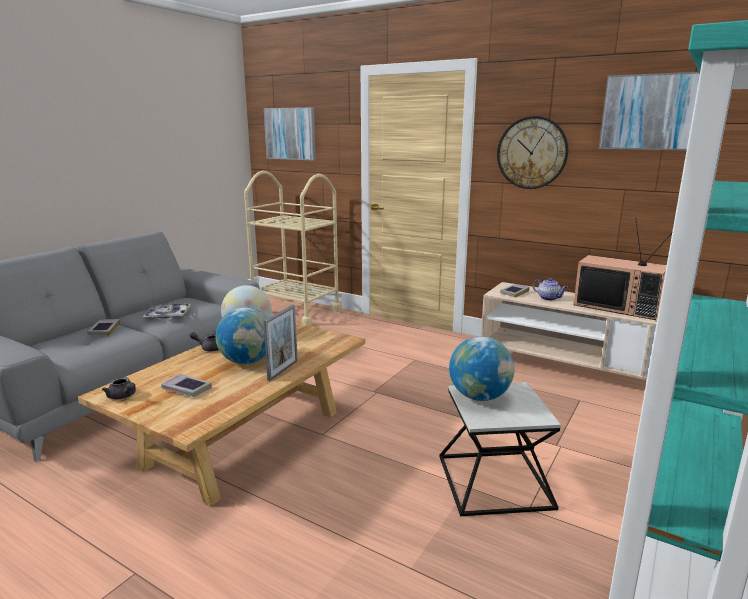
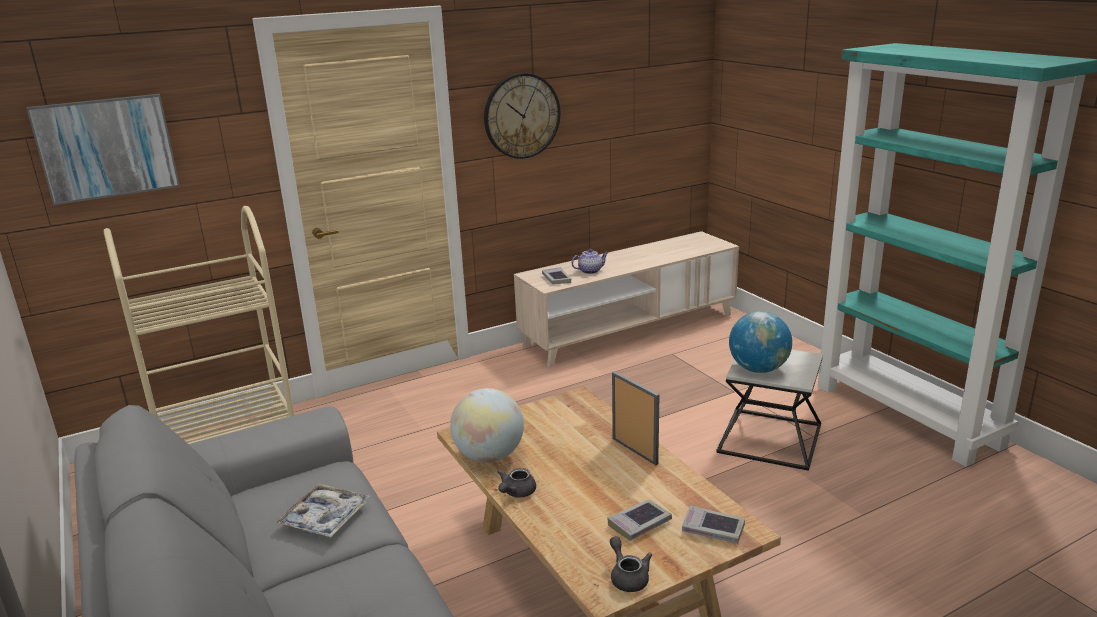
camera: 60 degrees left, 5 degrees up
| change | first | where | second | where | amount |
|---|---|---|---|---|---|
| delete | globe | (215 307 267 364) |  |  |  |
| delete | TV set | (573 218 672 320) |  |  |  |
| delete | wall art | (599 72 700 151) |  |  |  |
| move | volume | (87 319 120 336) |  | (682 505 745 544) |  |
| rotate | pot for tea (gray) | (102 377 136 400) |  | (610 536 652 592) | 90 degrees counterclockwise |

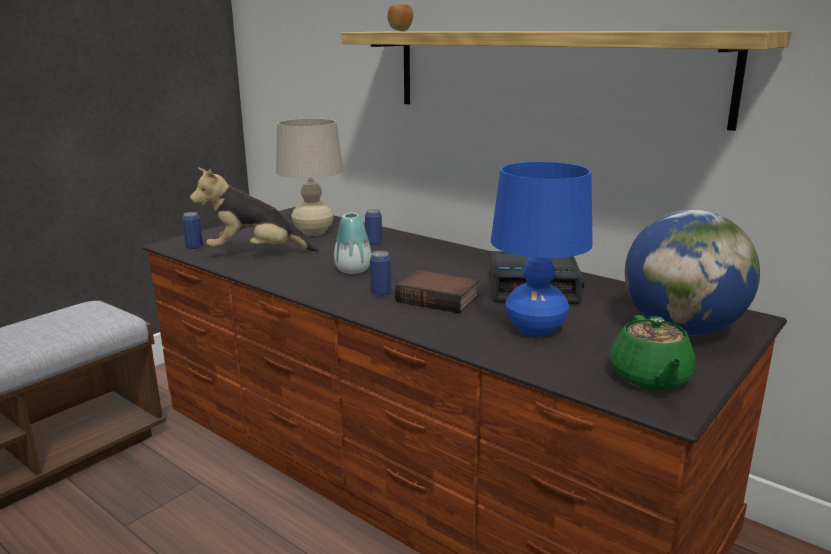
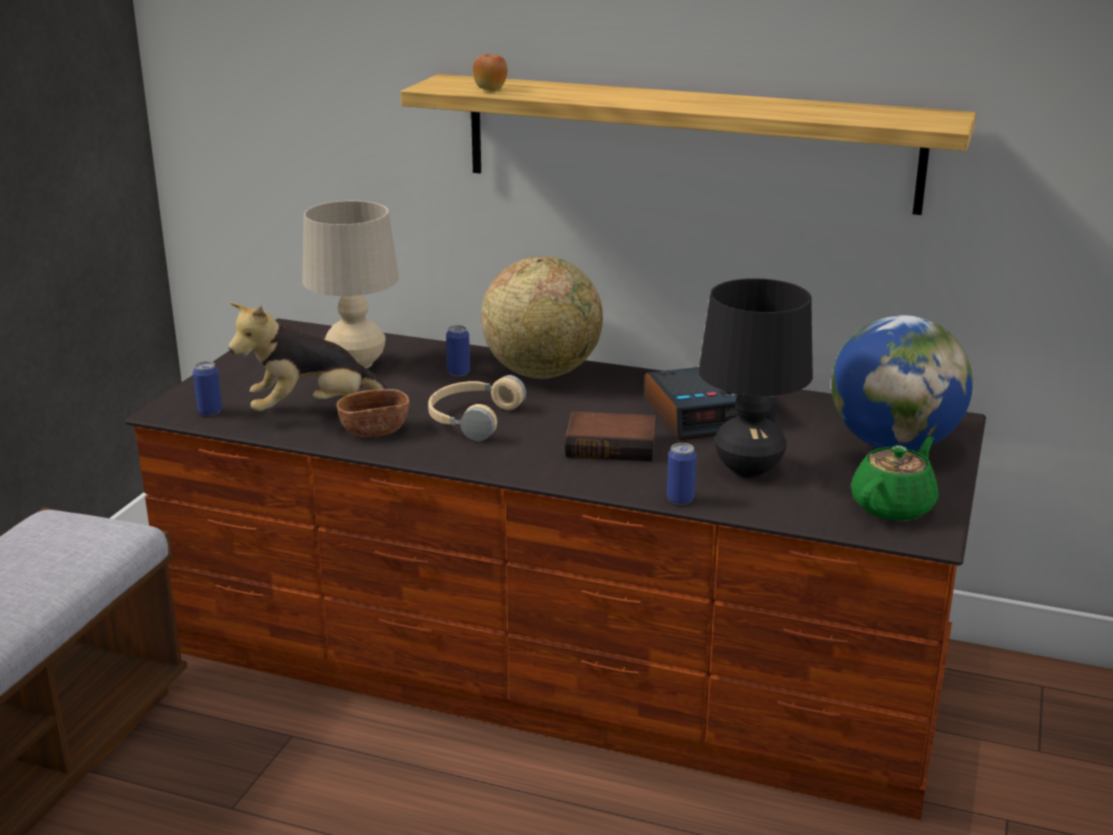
camera: 20 degrees left, 5 degrees up
| change | first | where | second | where | amount |
|---|---|---|---|---|---|
| insert |  |  | serving bowl (brown-coloured) | (337 389 409 437) |  |
| insert |  |  | globe | (481 256 603 379) |  |
| move | sealed can | (370 251 391 296) |  | (667 443 696 505) |  |
| replace | vase | (334 213 372 274) | headphones (beige-coloured) | (428 375 526 441) |  |
| recolor | tabletop lamp (blue) | (491 162 593 337) | tabletop lamp (blackish) | (699 278 813 478) |  |
| rotate | pot for tea (green) | (610 315 696 390) |  | (851 436 938 521) | 120 degrees counterclockwise |

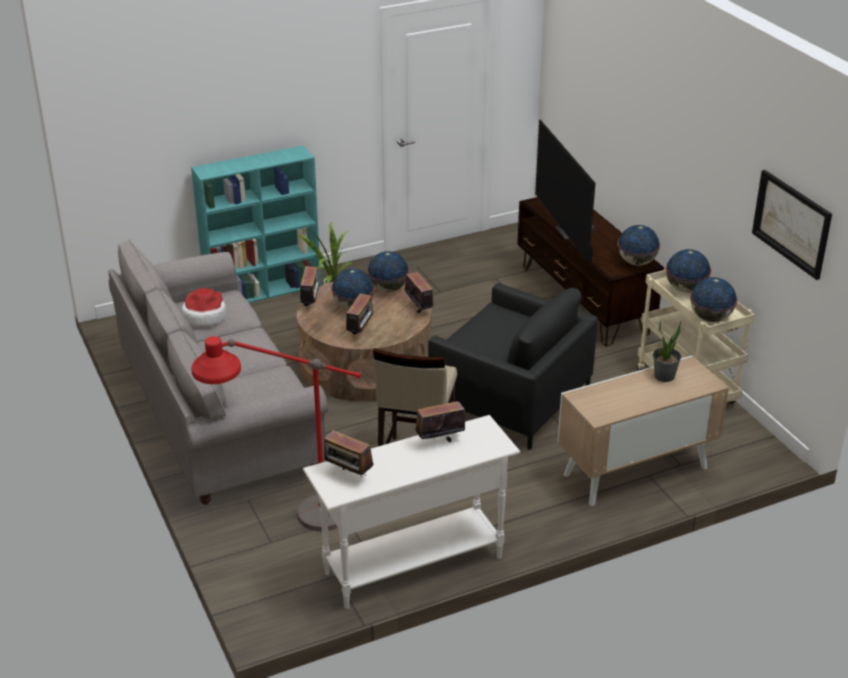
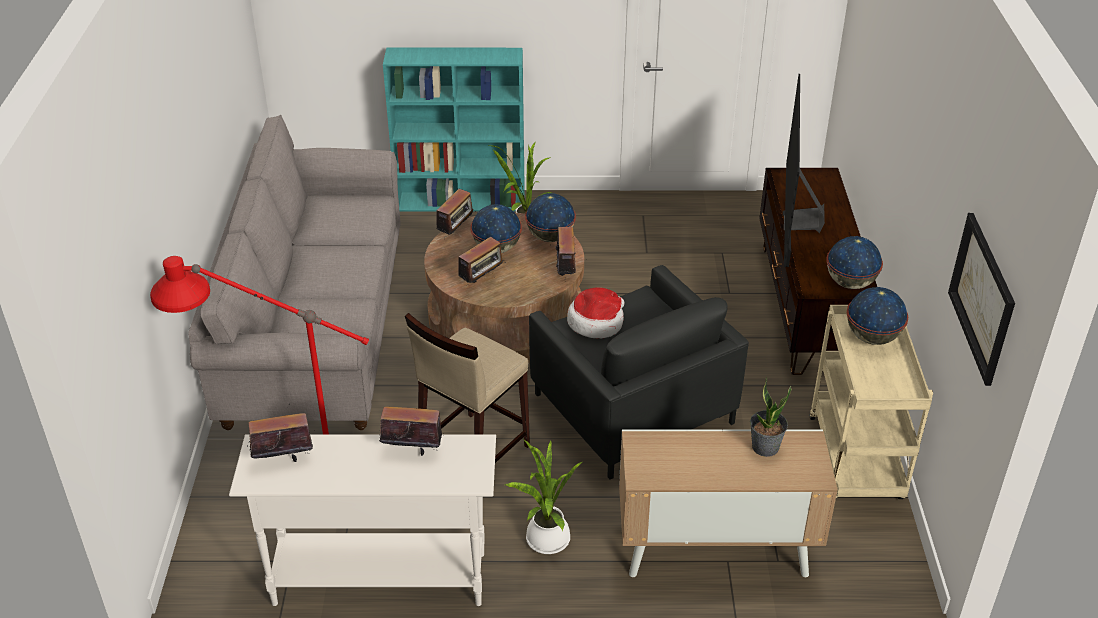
camera: 25 degrees right, 5 degrees up
| change | first | where | second | where | amount |
|---|---|---|---|---|---|
| delete | globe | (690 277 738 322) |  |  |  |
| insert |  |  | plant in a pot | (505 440 582 554) |  |
| move | hat | (181 288 226 326) |  | (567 287 624 338) |  |
| rotate | radio set | (324 430 374 475) |  | (247 404 313 463) | 105 degrees clockwise |

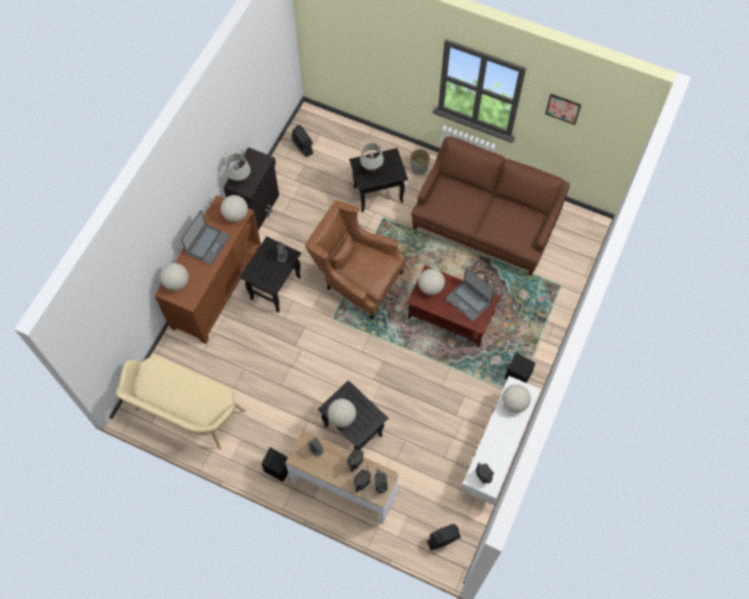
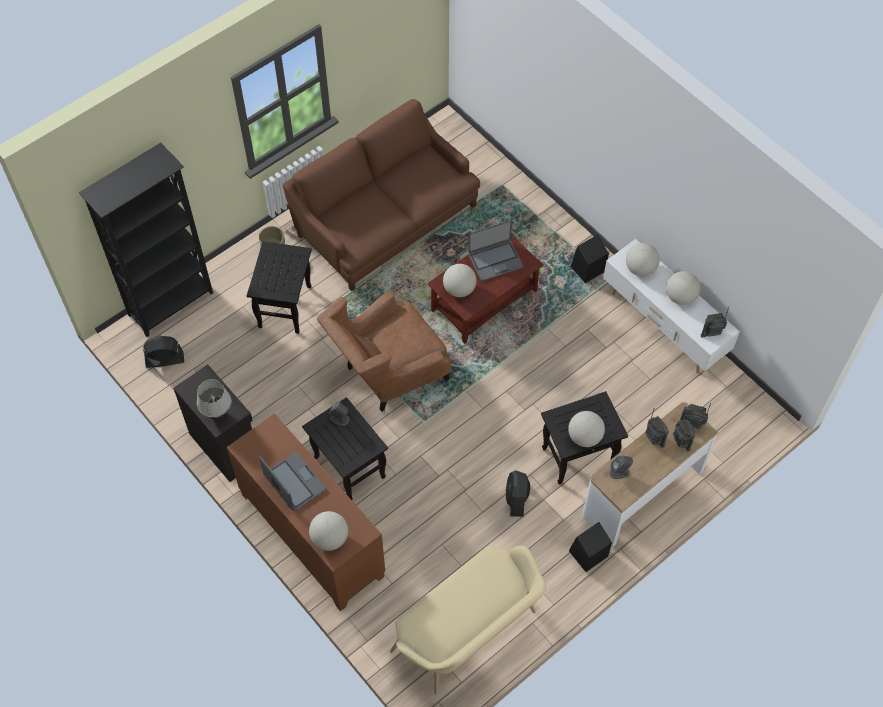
camera: 65 degrees left, 5 degrees down
| change | first | where | second | where | amount |
|---|---|---|---|---|---|
| delete | tabletop lamp (white-coloured) | (360 143 384 173) |  |  |  |
| delete | wall art | (545 94 581 125) |  |  |  |
| insert |  |  | shelving unit (blackish) | (79 143 213 337) |  |
| move | globe | (221 195 248 222) |  | (666 271 700 305) |  |
| move | fan (blackish) | (427 524 461 551) |  | (506 470 530 517) |  |

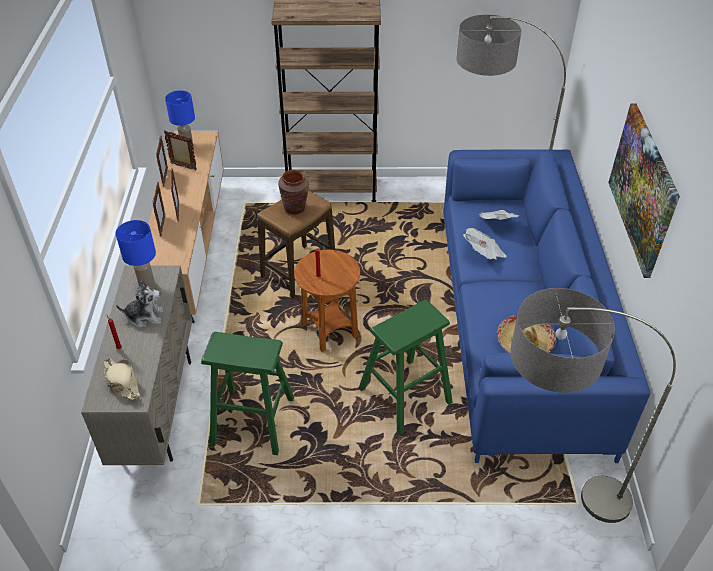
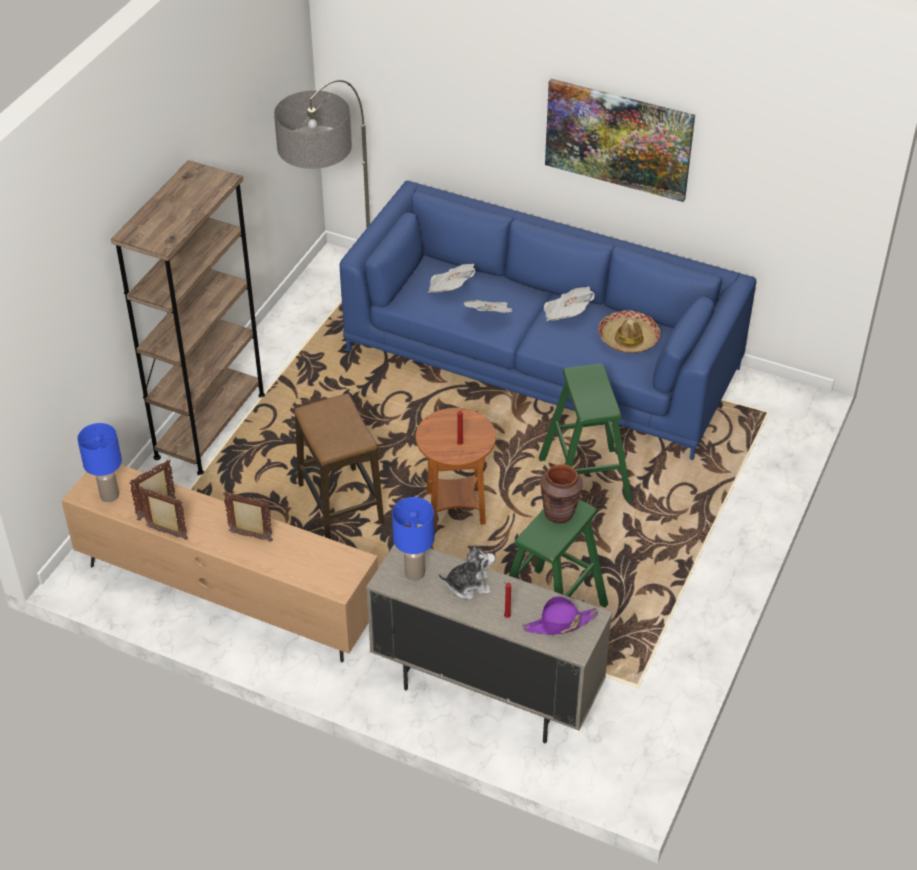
camera: 65 degrees left, 0 degrees up
| change | first | where | second | where | amount |
|---|---|---|---|---|---|
| delete | photo frame | (153 182 165 236) |  |  |  |
| delete | standard lamp | (510 288 676 523) |  |  |  |
| insert |  |  | daily paper | (544 287 595 321) |  |
| move | vase (brown-coloured) | (278 170 309 214) |  | (540 464 583 524) |  |
| recolor | hat (beige-coloured) | (104 358 140 400) | hat (purple) | (522 596 598 635) |  |
| rotate | cuddly toy | (116 281 163 328) |  | (438 543 495 599) | 60 degrees clockwise |

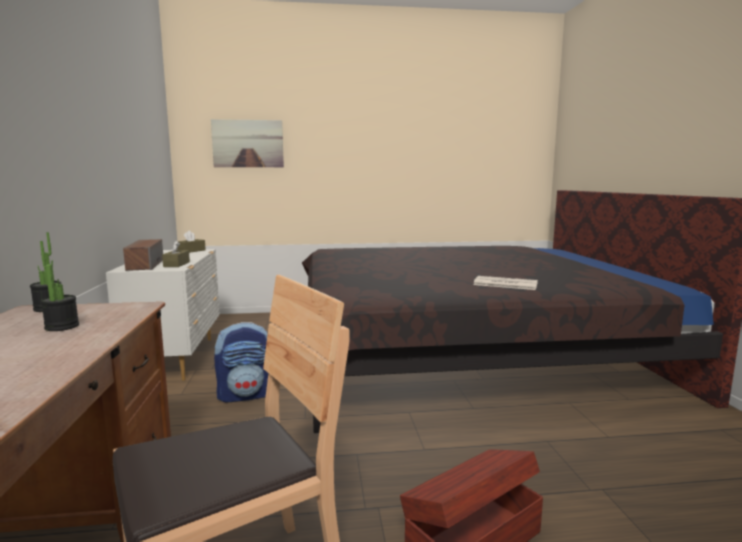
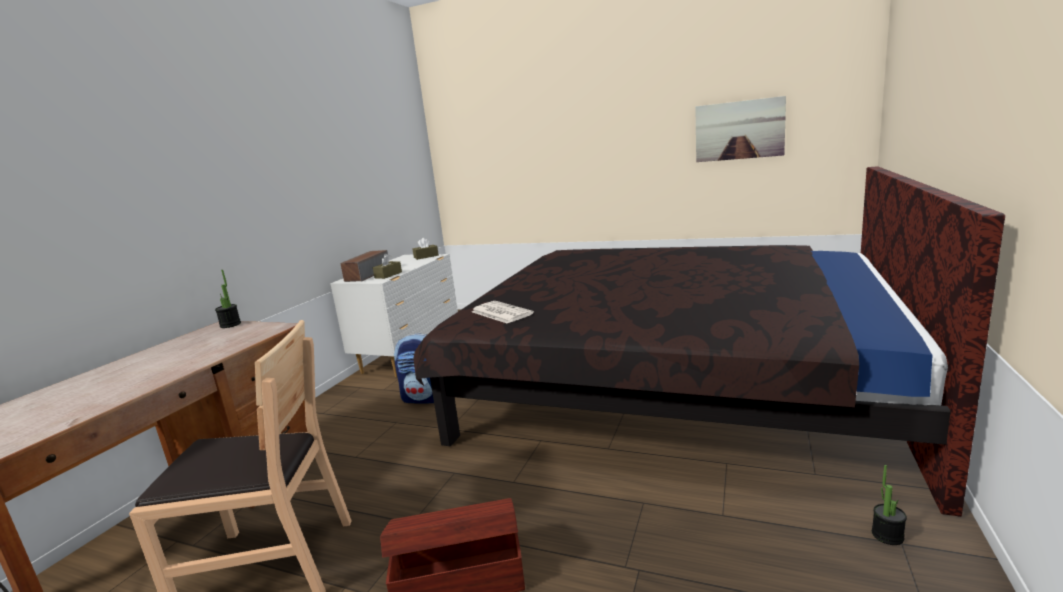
camera: 30 degrees right, 5 degrees up
| change | first | where | second | where | amount |
|---|---|---|---|---|---|
| move | plant in a pot | (40 241 79 331) |  | (872 465 907 545) |  |
| move | wall art | (211 119 284 167) |  | (695 96 786 162) |  |
| move | daily paper | (473 276 538 290) |  | (472 301 534 324) |  |

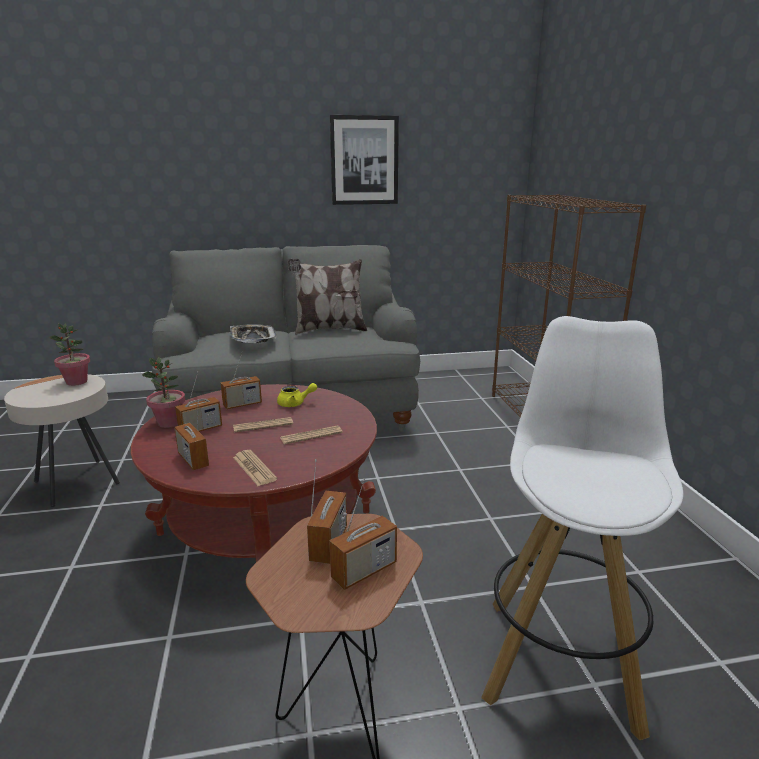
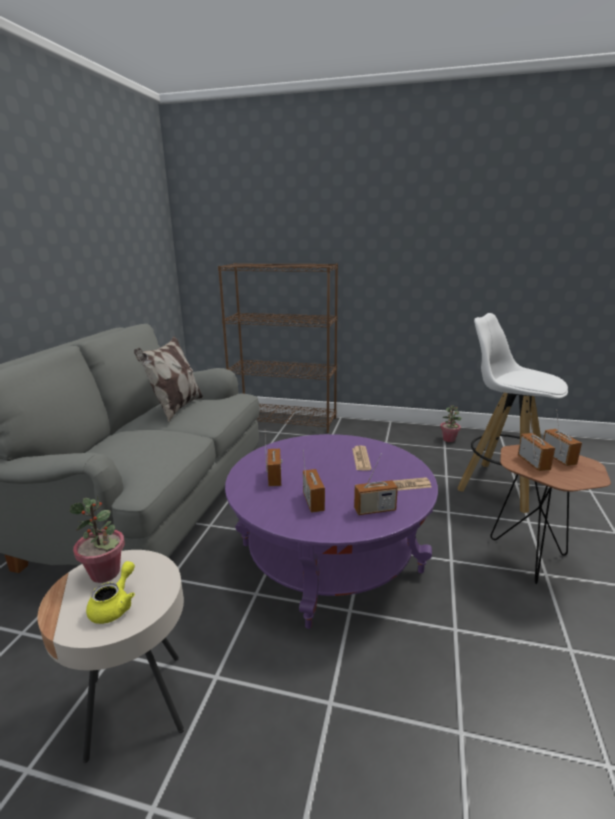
camera: 65 degrees left, 0 degrees up
| change | first | where | second | where | amount |
|---|---|---|---|---|---|
| delete | serving tray | (230 324 276 343) |  |  |  |
| delete | daily paper | (233 417 293 433) |  |  |  |
| delete | wall art | (330 115 399 205) |  |  |  |
| move | plant in a pot | (142 357 185 428) |  | (440 405 461 442) |  |
| move | pot for tea (yellowish) | (277 383 317 407) |  | (86 561 135 624) |  |
| recolor | lounge table (red) | (131 384 377 562) | lounge table (purple) | (225 434 438 629) |  |
| rotate | radio set | (307 459 347 564) |  | (518 418 555 471) | 45 degrees clockwise |

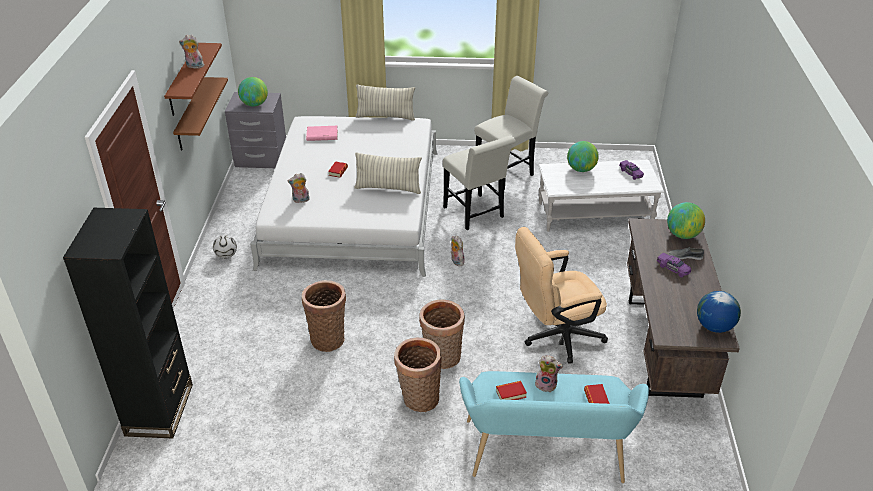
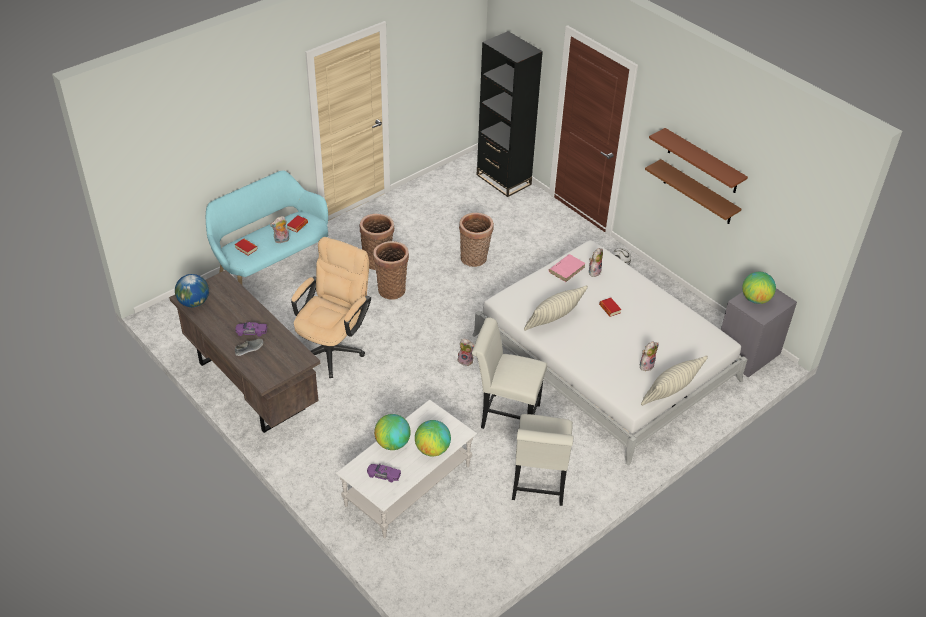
camera: 135 degrees right, 5 degrees up
| change | first | where | second | where | amount |
|---|---|---|---|---|---|
| move | cuddly toy | (179 35 204 69) |  | (640 341 659 371) |  |
| move | volume (pinkish) | (306 126 338 141) |  | (549 254 586 282) |  |
| move | globe | (667 202 705 239) |  | (374 414 411 450) |  |

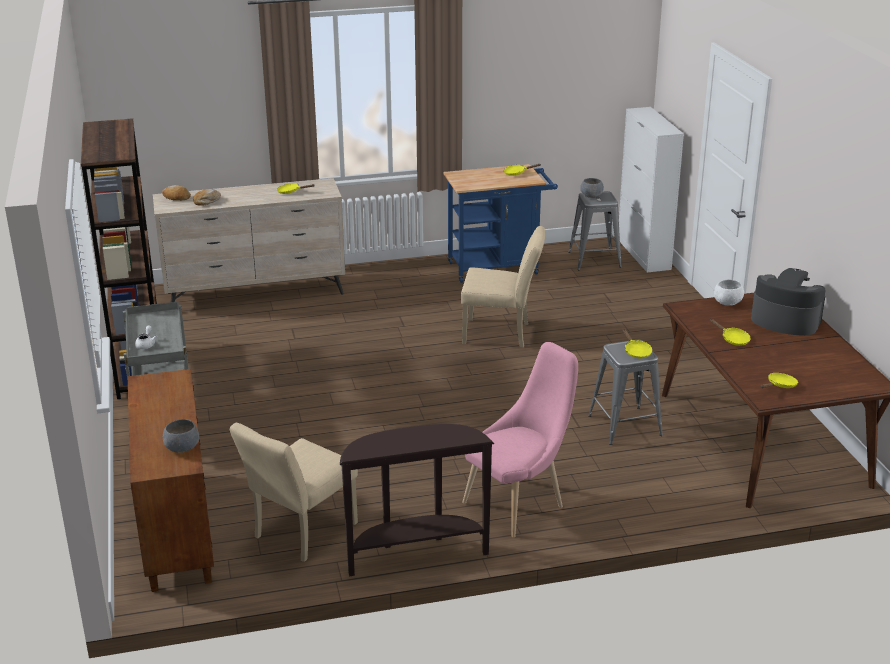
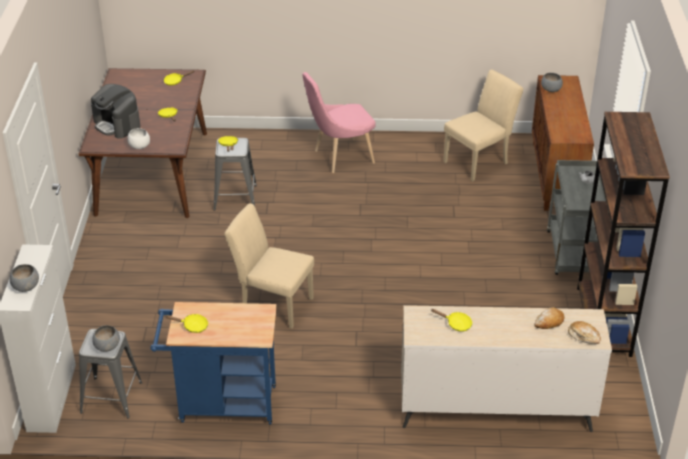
camera: 165 degrees left, 10 degrees up
| change | first | where | second | where | amount |
|---|---|---|---|---|---|
| delete | hall table (brown-coloured) | (340 424 494 576) |  |  |  |
| insert |  |  | serving bowl (gray) | (10 264 39 292) |  |

